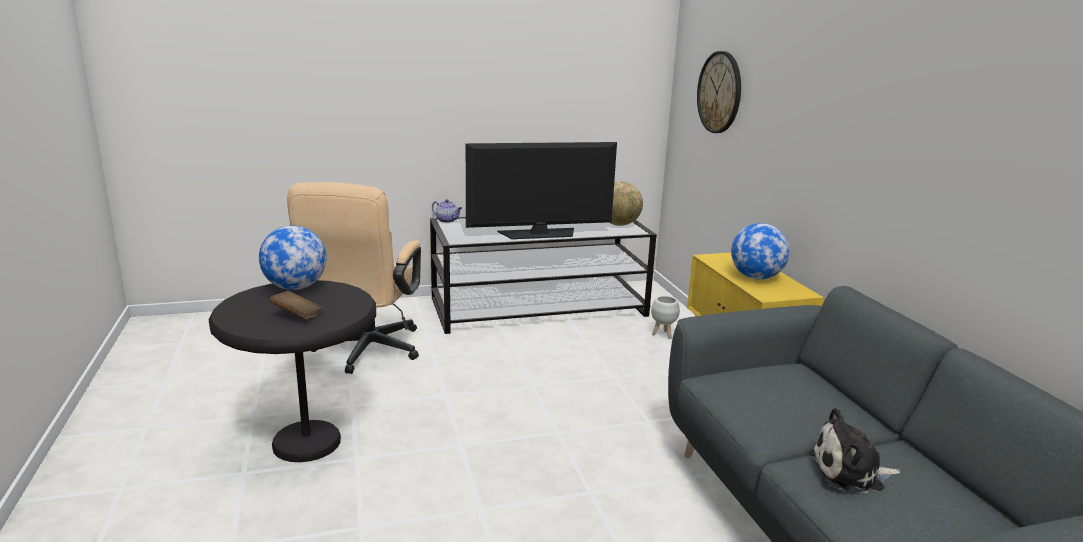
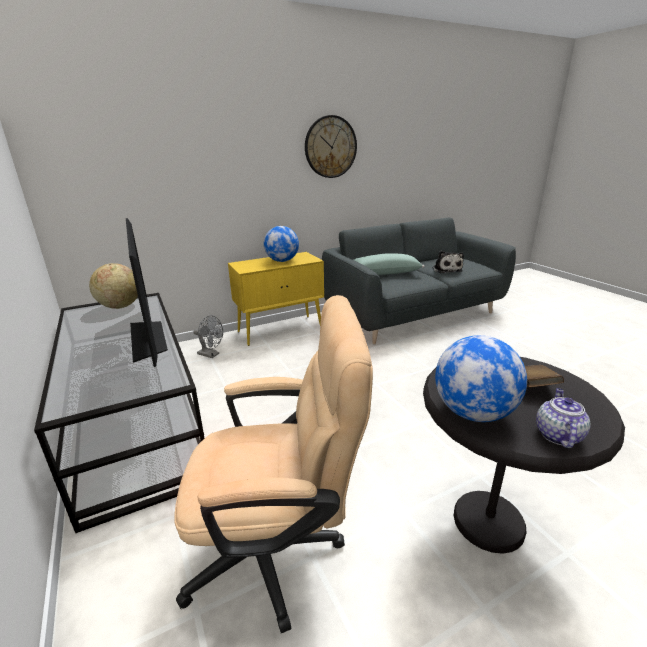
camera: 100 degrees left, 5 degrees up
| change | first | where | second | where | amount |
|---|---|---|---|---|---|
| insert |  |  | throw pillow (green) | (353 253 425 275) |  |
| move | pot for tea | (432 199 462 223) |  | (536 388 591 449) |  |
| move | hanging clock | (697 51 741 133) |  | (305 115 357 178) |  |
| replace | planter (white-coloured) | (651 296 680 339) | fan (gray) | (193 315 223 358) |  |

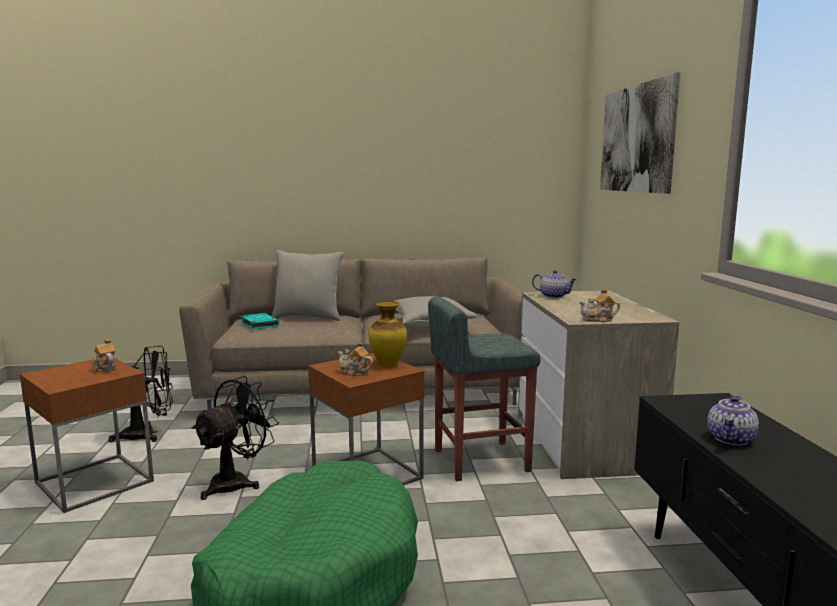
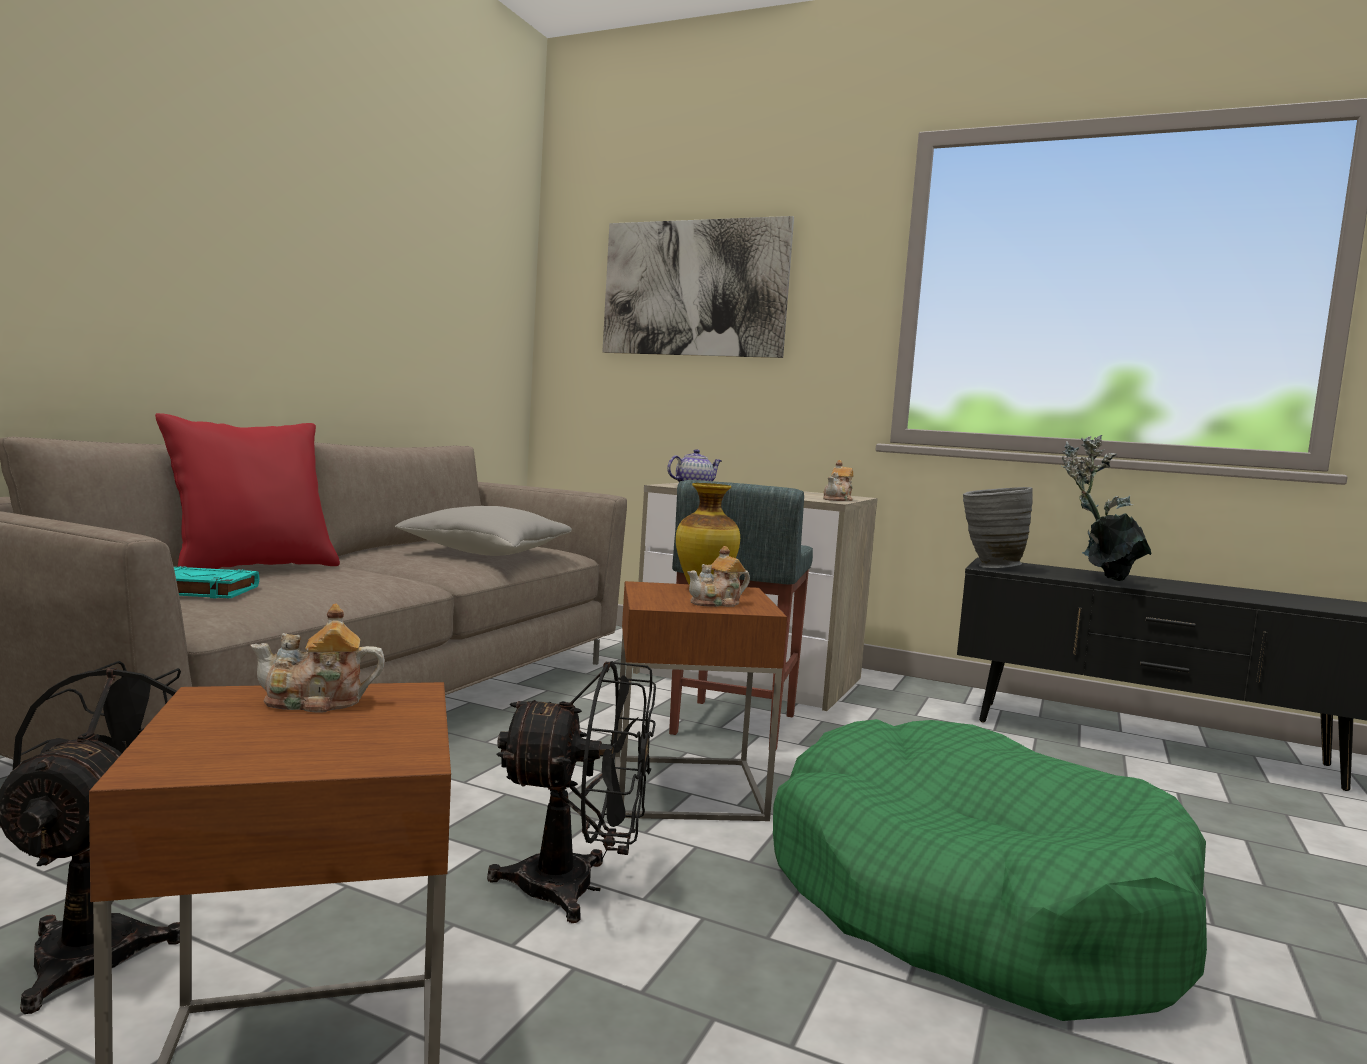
camera: 60 degrees left, 5 degrees down
| change | first | where | second | where | amount |
|---|---|---|---|---|---|
| insert |  |  | vase (gray) | (963 487 1033 568) |  |
| replace | pot for tea | (707 396 759 445) | plant in a pot | (1062 435 1151 581) |  |
| recolor | throw pillow (gray) | (272 250 344 321) | throw pillow (red) | (155 413 340 569) |  |
| rotate | fan (blackish) | (192 376 279 500) |  | (487 661 656 923) | 120 degrees clockwise |

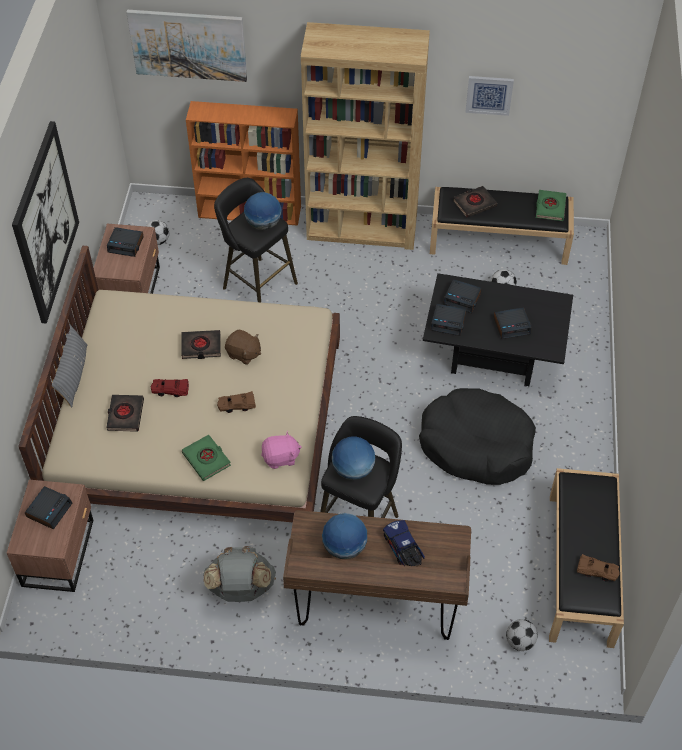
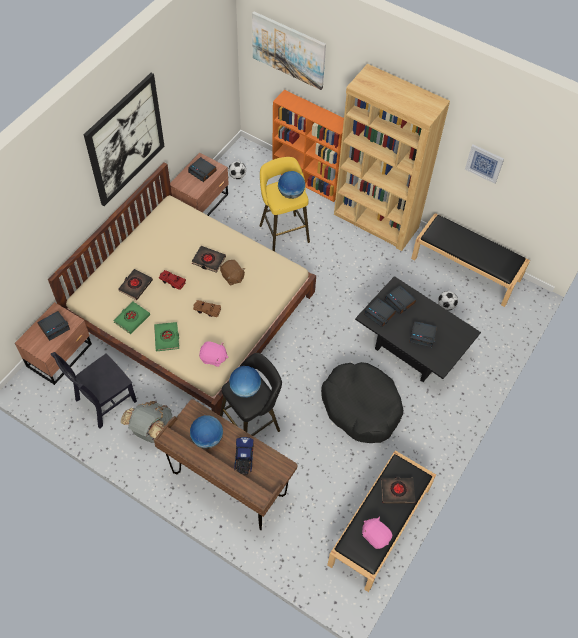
camera: 25 degrees right, 5 degrees up
| change | first | where | second | where | amount |
|---|---|---|---|---|---|
| delete | throw pillow (gray) | (52 323 88 408) |  |  |  |
| delete | ball for football | (506 619 538 651) |  |  |  |
| insert |  |  | chair (blackish) | (51 352 137 429) |  |
| move | volume (blackish) | (453 186 497 218) |  | (381 477 415 504) |  |
| move | volume (green) | (536 190 566 221) |  | (114 302 150 334) |  |
| replace | toy car (brown-coloured) | (577 554 619 581) | cuddly toy (pinkish) | (362 516 393 549) |  |
| recolor | stool (blackish) | (214 178 298 303) | stool (yellowish) | (259 157 310 252) |  |

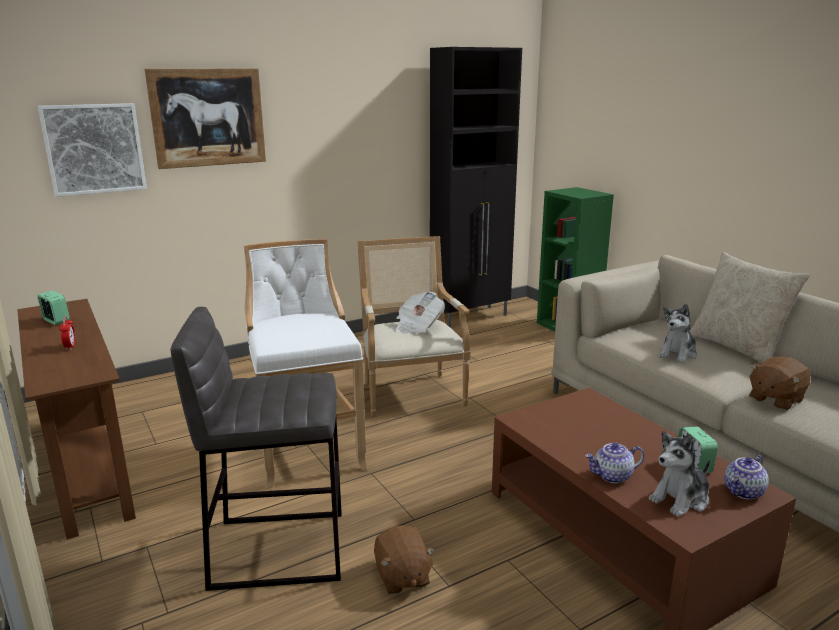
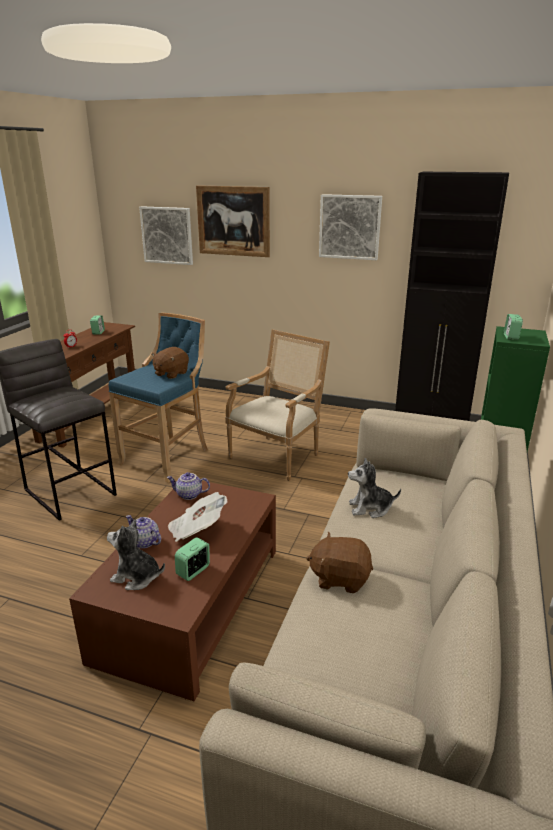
camera: 50 degrees right, 5 degrees up
| change | first | where | second | where | amount |
|---|---|---|---|---|---|
| delete | throw pillow (beige-coloured) | (690 252 810 364) |  |  |  |
| insert |  |  | wall art | (319 194 382 260) |  |
| insert |  |  | alarm clock | (504 314 523 340) |  |
| move | cuddly toy (brown-coloured) | (374 526 435 594) |  | (151 347 189 379) |  |
| move | daily paper | (396 292 445 334) |  | (168 492 227 542) |  |
| move | pot for tea | (724 455 769 500) |  | (167 472 210 500) |  |
| recolor | stool (white-coloured) | (244 239 368 489) | stool (blue) | (109 313 208 483) |  |

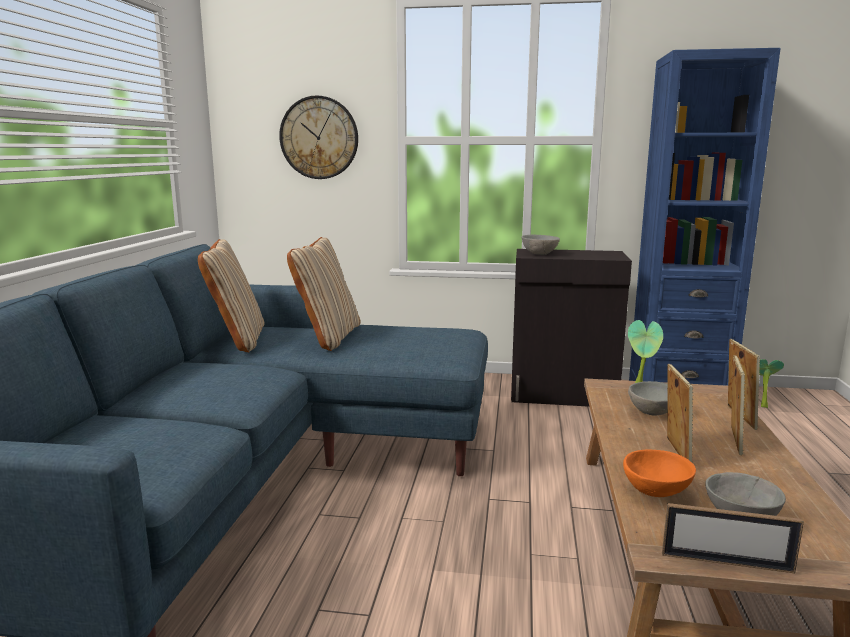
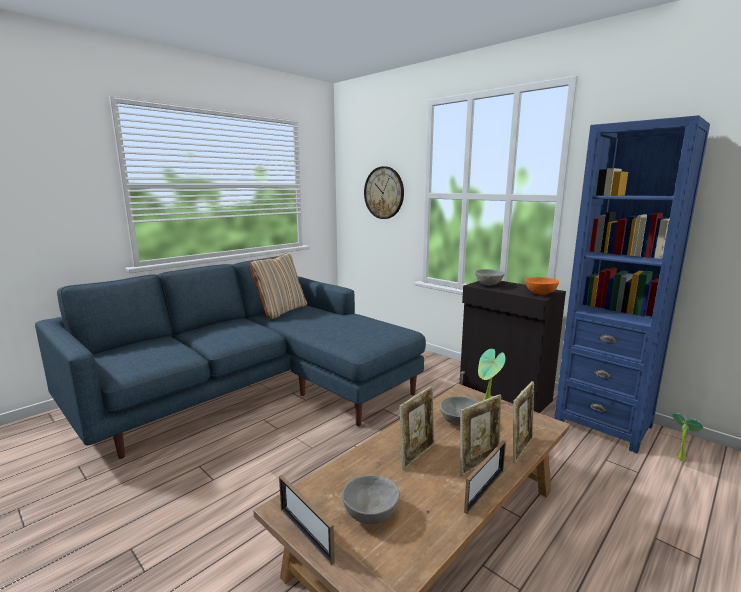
camera: 35 degrees right, 0 degrees up
| change | first | where | second | where | amount |
|---|---|---|---|---|---|
| delete | throw pillow (beige-coloured) | (287 237 361 351) |  |  |  |
| insert |  |  | photo frame | (464 440 506 514) |  |
| move | serving bowl (orange) | (623 450 696 497) |  | (525 277 559 295) |  |

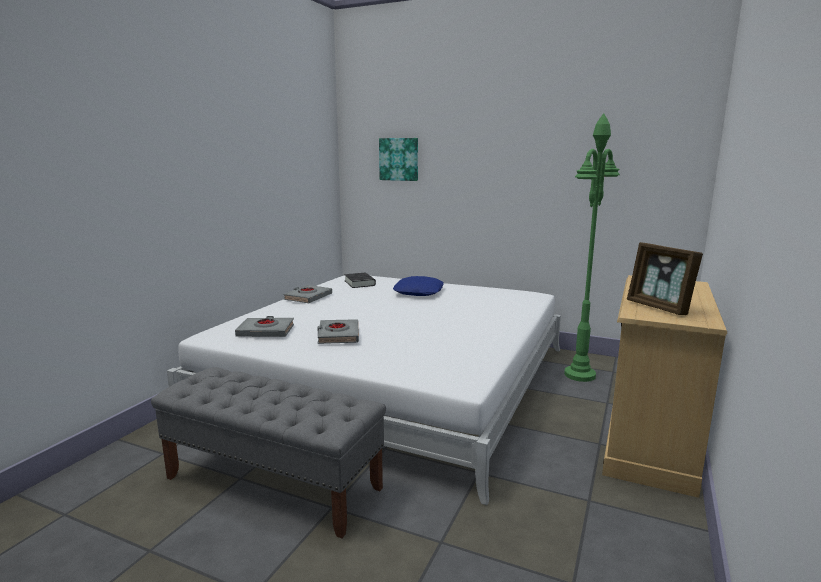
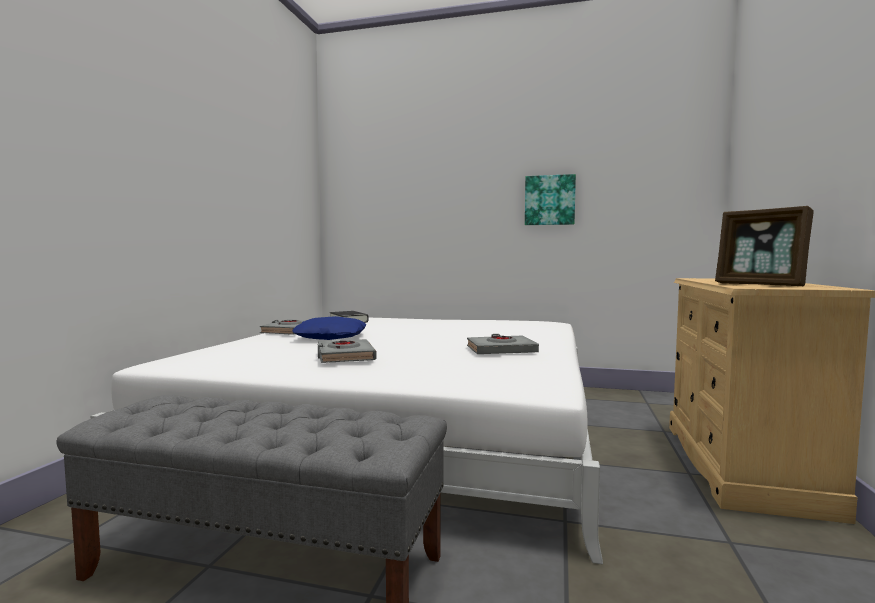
camera: 10 degrees left, 10 degrees down
| change | first | where | second | where | amount |
|---|---|---|---|---|---|
| delete | standard lamp (green) | (564 113 620 382) |  |  |  |
| move | volume (gray) | (235 316 294 337) |  | (467 334 539 354) |  |
| move | wall art | (379 138 418 181) |  | (525 174 576 225) |  |
| move | throw pillow (blue) | (393 276 444 296) |  | (292 316 367 340) |  |

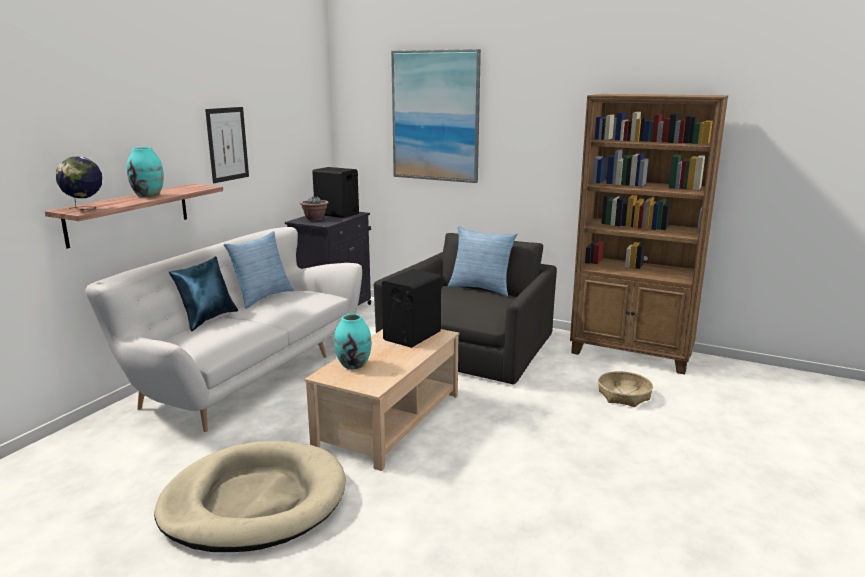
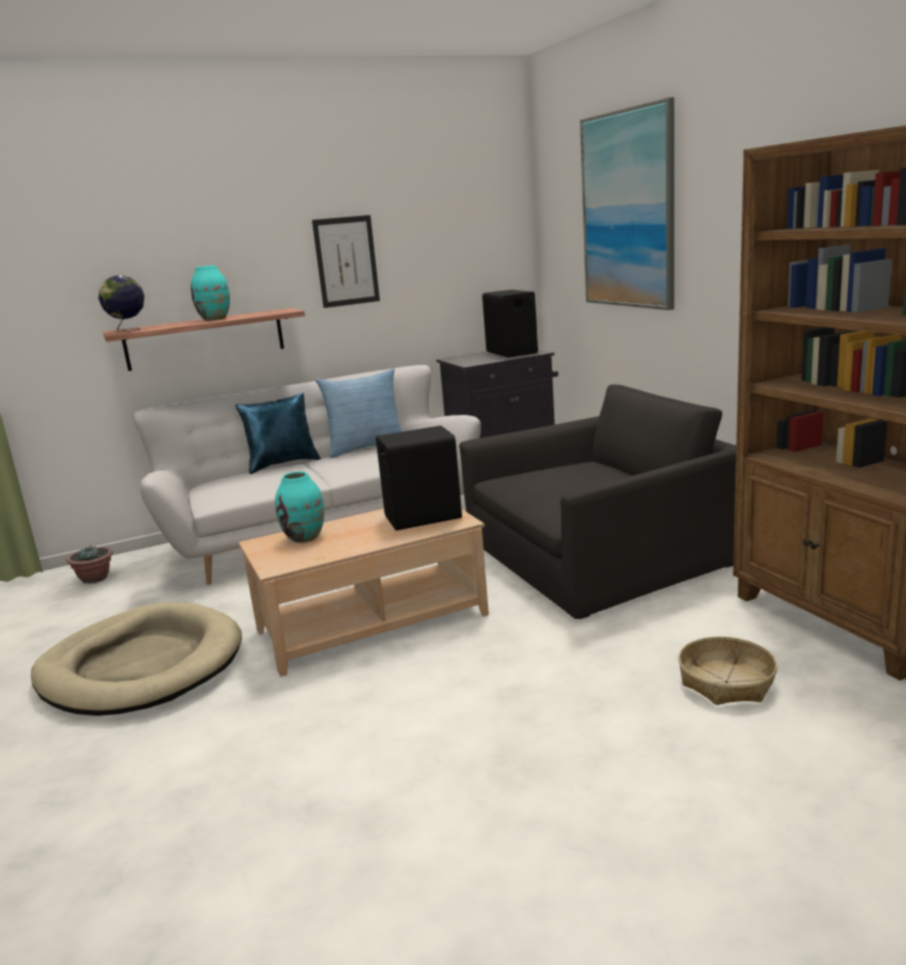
camera: 40 degrees right, 0 degrees up
| change | first | where | second | where | amount |
|---|---|---|---|---|---|
| delete | throw pillow | (448 226 518 296) |  |  |  |
| move | plant in a pot | (300 196 329 221) |  | (66 546 113 584) |  |

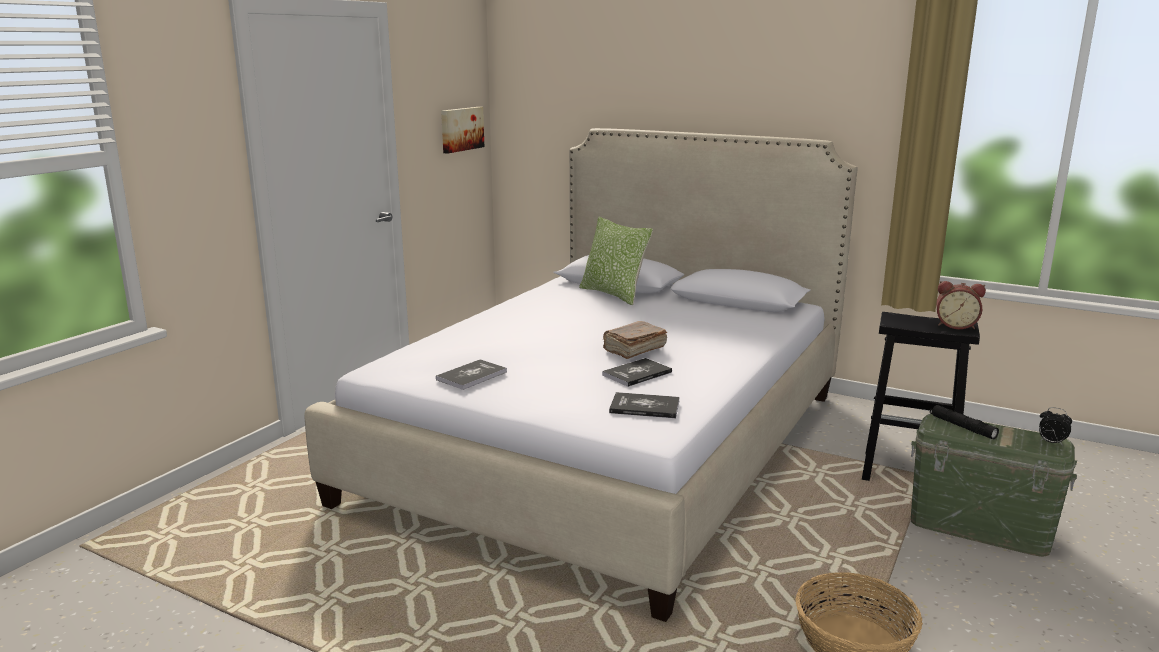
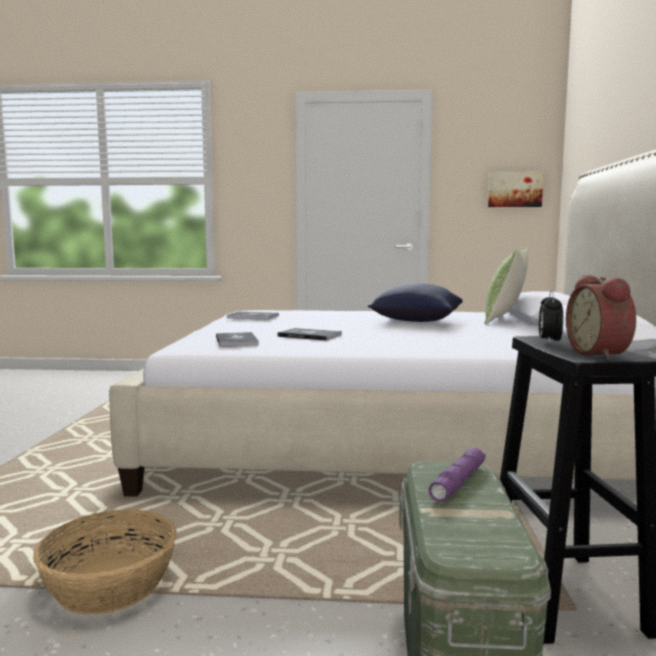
camera: 65 degrees right, 10 degrees down
| change | first | where | second | where | amount |
|---|---|---|---|---|---|
| delete | volume (brown-coloured) | (603 321 667 359) |  |  |  |
| insert |  |  | throw pillow (blue) | (368 283 463 322) |  |
| move | alarm clock | (1039 407 1072 446) |  | (539 290 563 344) |  |
| recolor | flashlight (blackish) | (930 405 999 439) | flashlight (purple) | (428 448 486 502) |  |

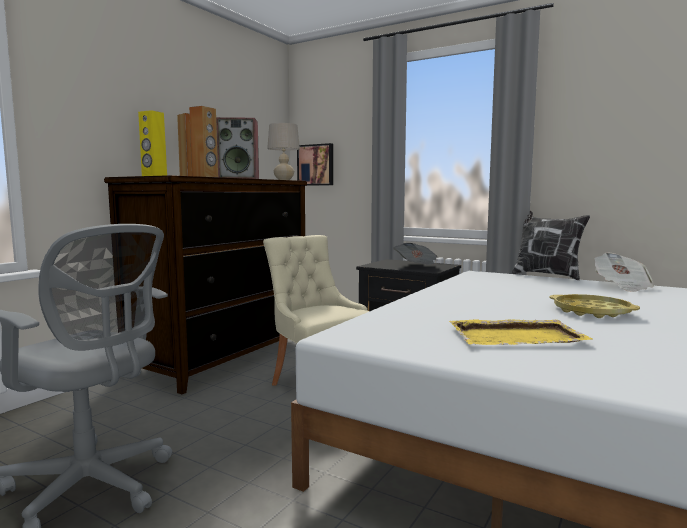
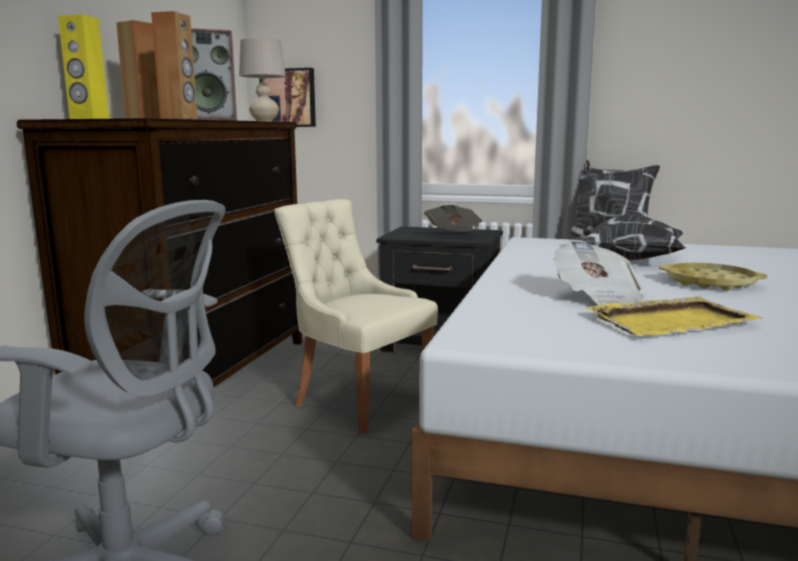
camera: 15 degrees left, 5 degrees up
| change | first | where | second | where | amount |
|---|---|---|---|---|---|
| insert |  |  | throw pillow | (582 214 686 260) |  |
| move | daily paper | (595 252 654 292) |  | (554 240 644 305) |  |

